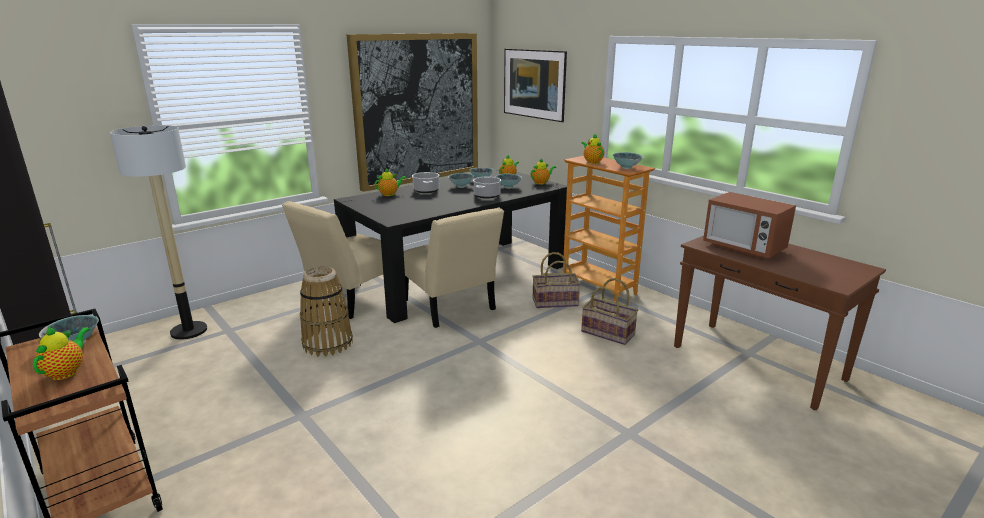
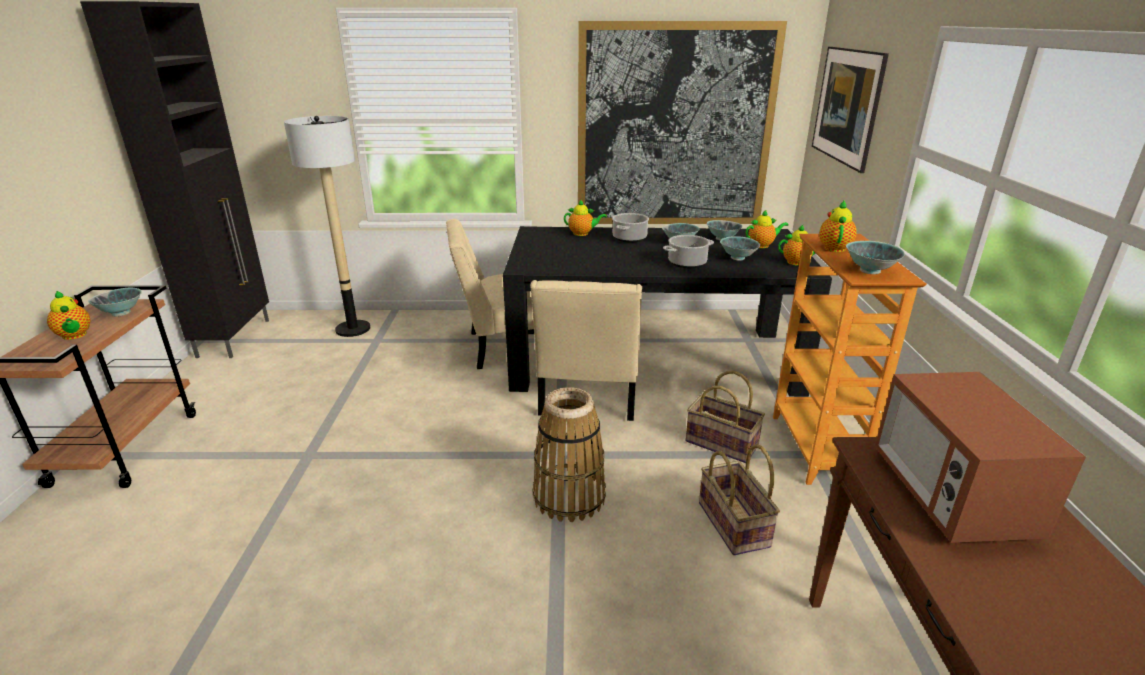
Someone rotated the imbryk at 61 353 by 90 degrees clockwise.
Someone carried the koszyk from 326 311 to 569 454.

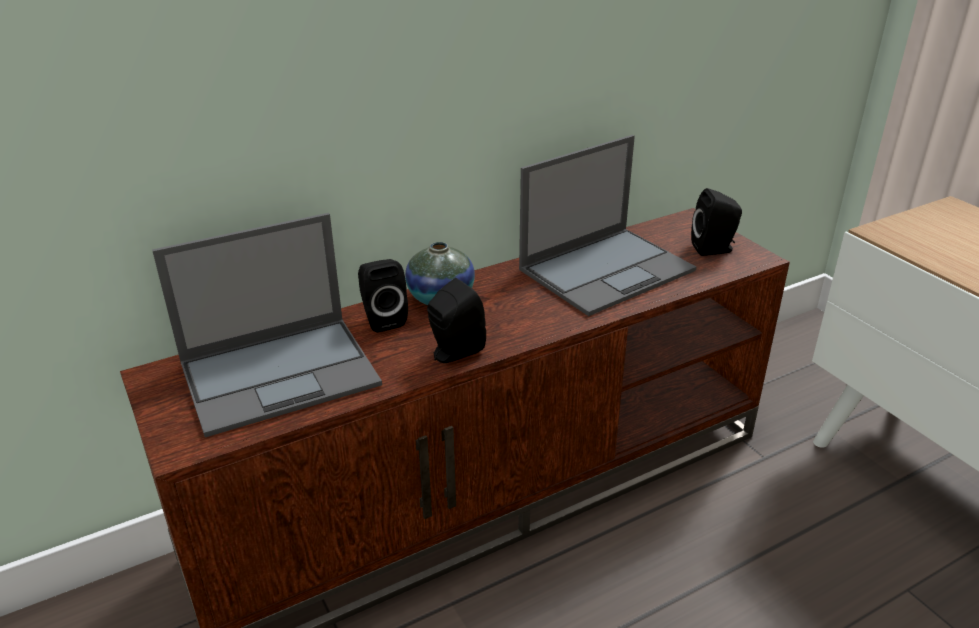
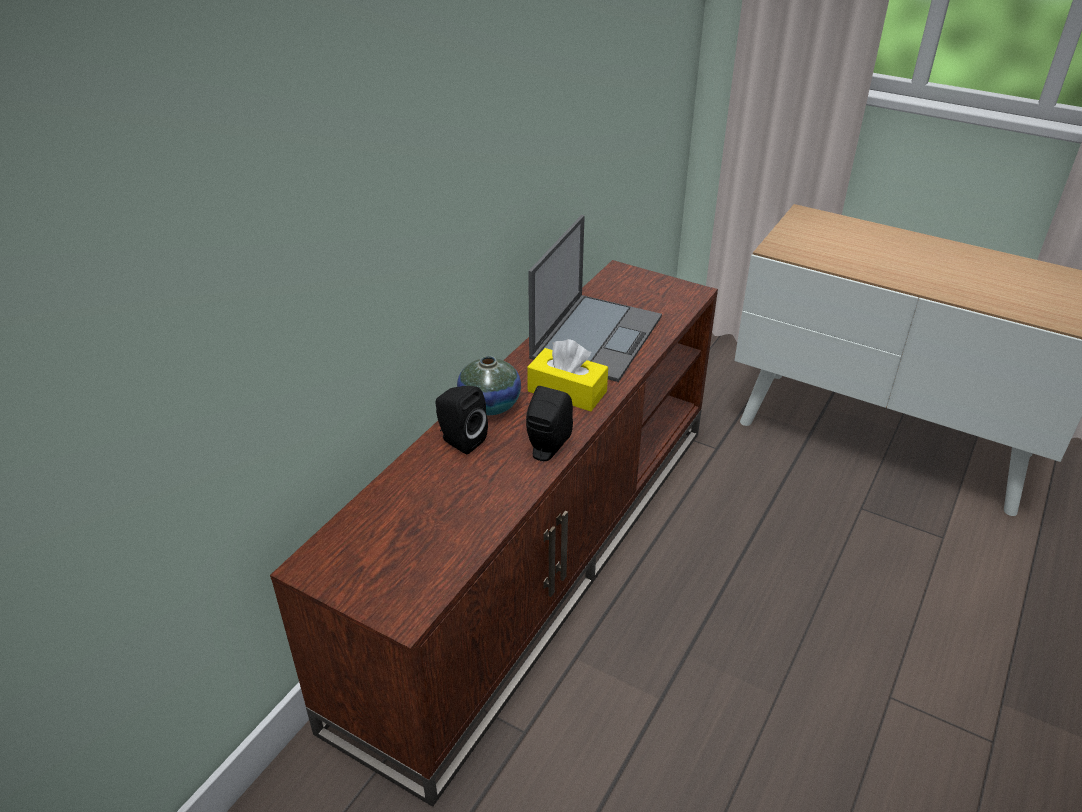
Someone put down the pudełko chusteczek (żółty) at 567 375.
Someone took away the laptop at 267 325.
Someone took away the głośnik (czarny) at 716 222.

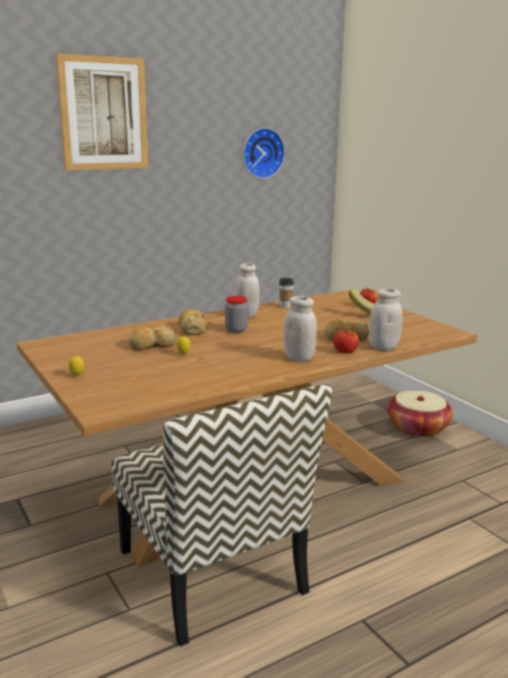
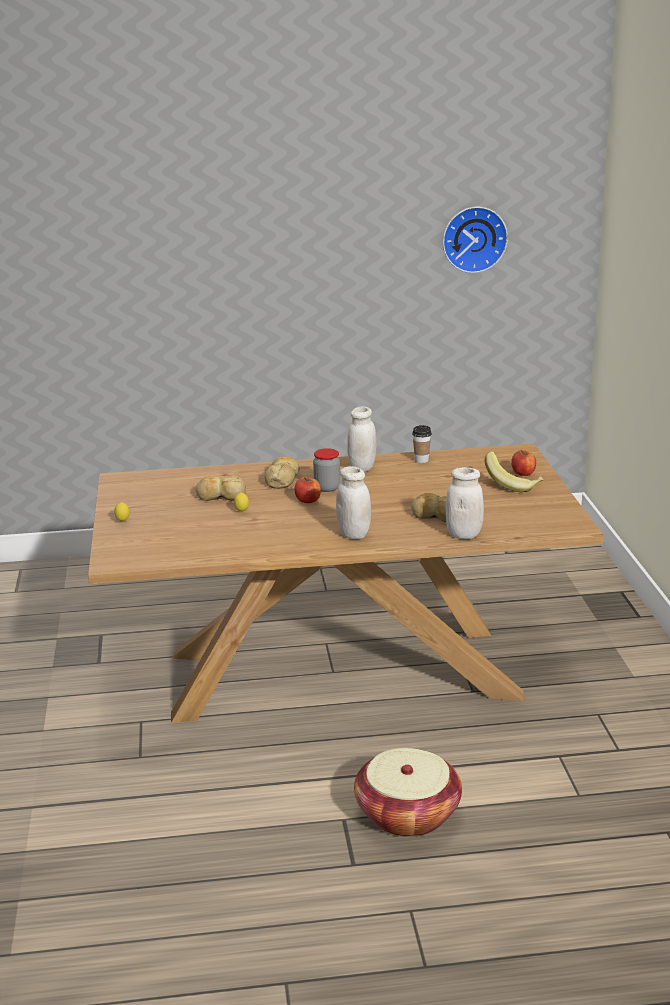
Someone carried the jabłko from 346 341 to 307 490.
Someone carried the koszyk from 420 413 to 408 792.
Someone took away the obraz at 102 112.
Someone took away the krzesło at 222 515.

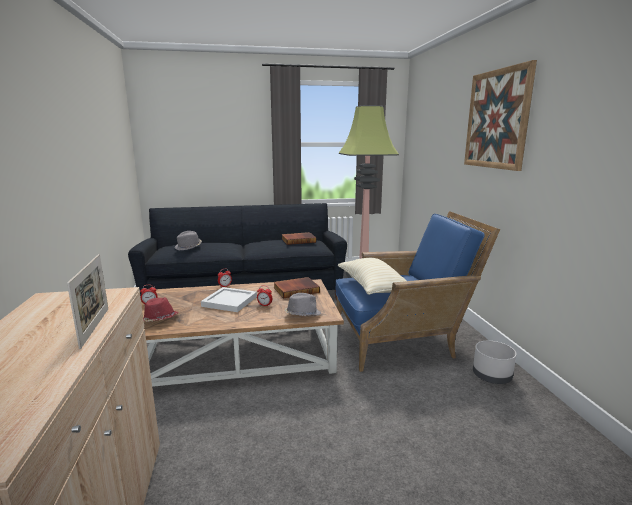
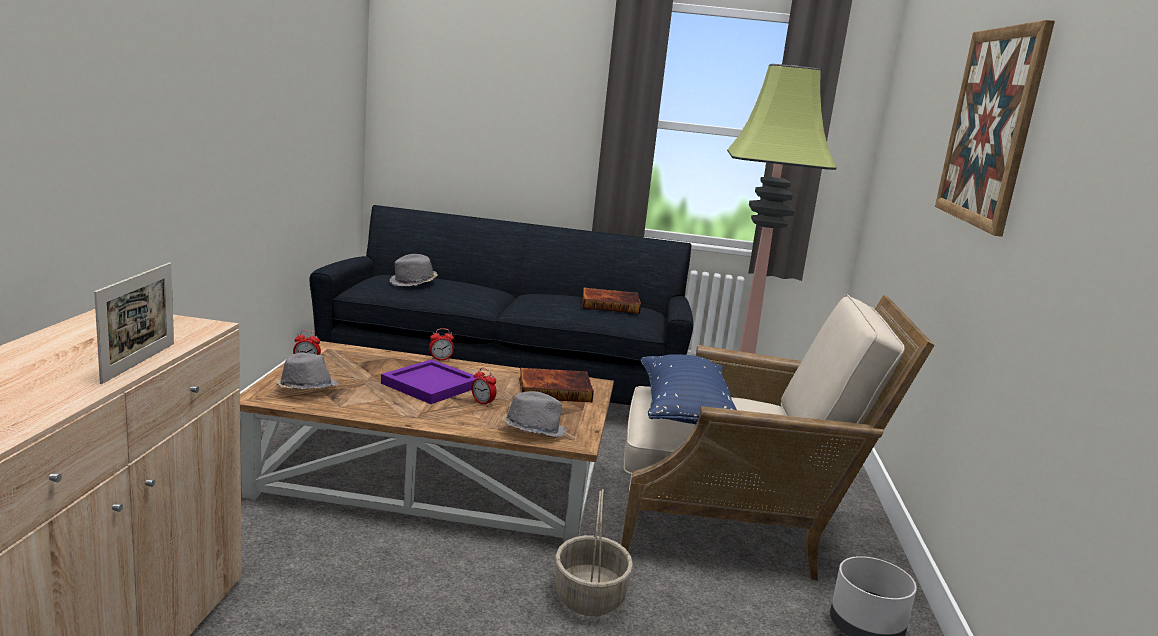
Someone repainted the kapelusz (czerwony) at 161 309, which became the kapelusz (szary) at 307 371.
Someone repainted the taca (biały) at 229 299, which became the taca (fioletowy) at 429 381.
Someone put down the koszyk at 594 552.
Someone repainted the fotel (niebieski) at 418 291, which became the fotel (beżowy) at 778 438.
Someone repainted the poduszka (beżowy) at 372 276, which became the poduszka (niebieski) at 689 389.

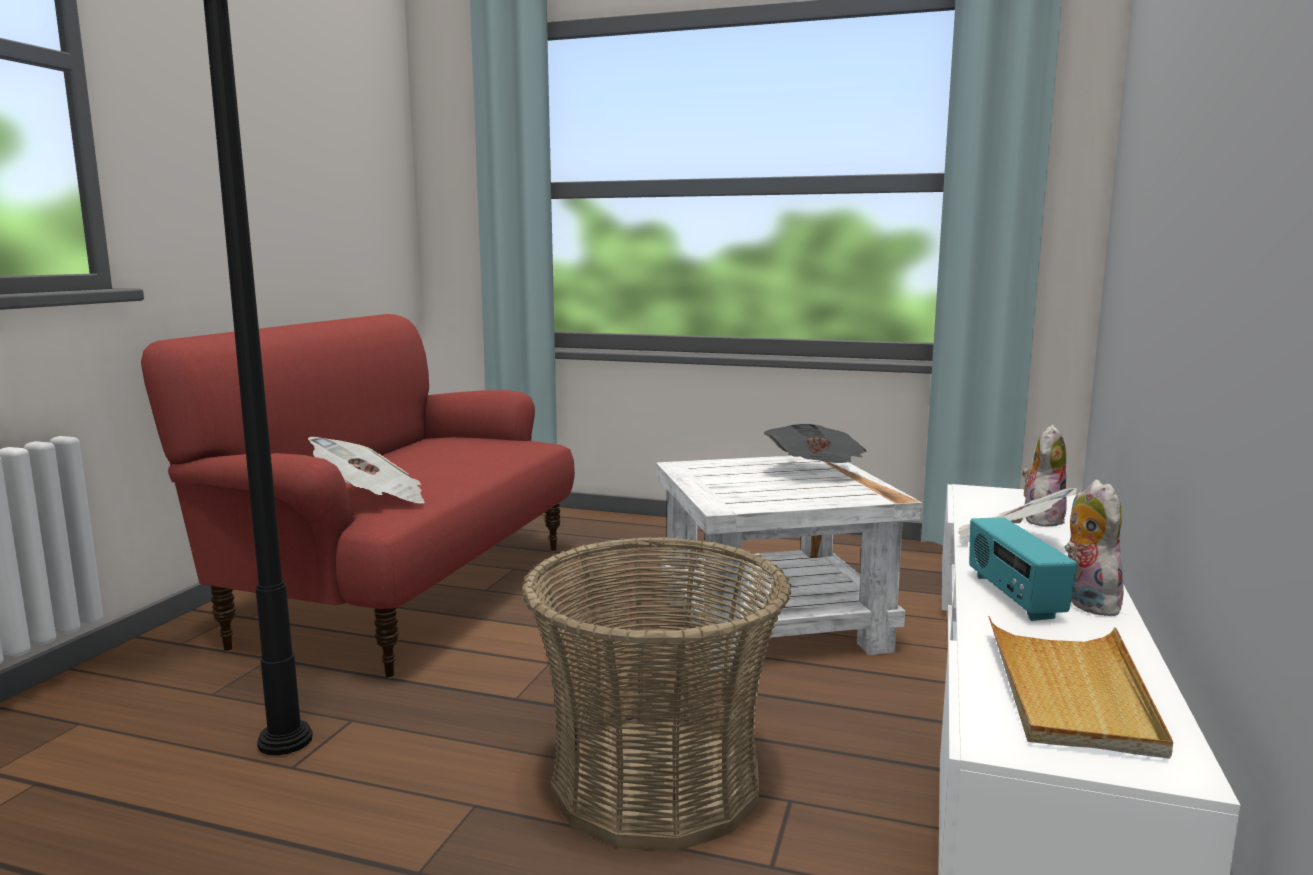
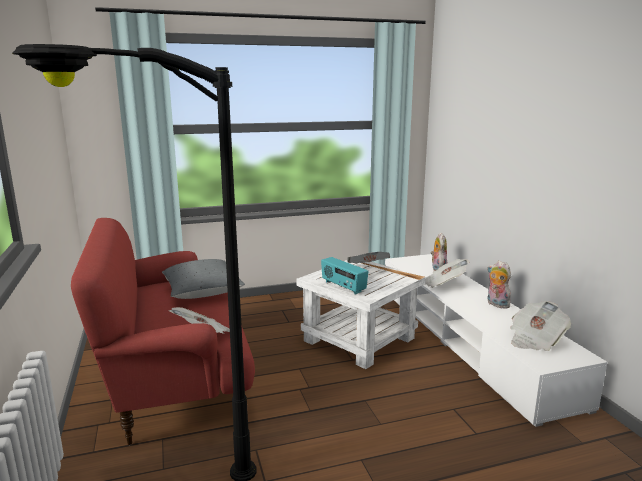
Someone put down the poduszka (szary) at 203 279.
Someone carried the radio from 1023 569 to 344 276.
Someone swapped the taca (beżowy) at 1080 687 for the gazeta at 540 326.
Someone took away the koszyk at 656 694.

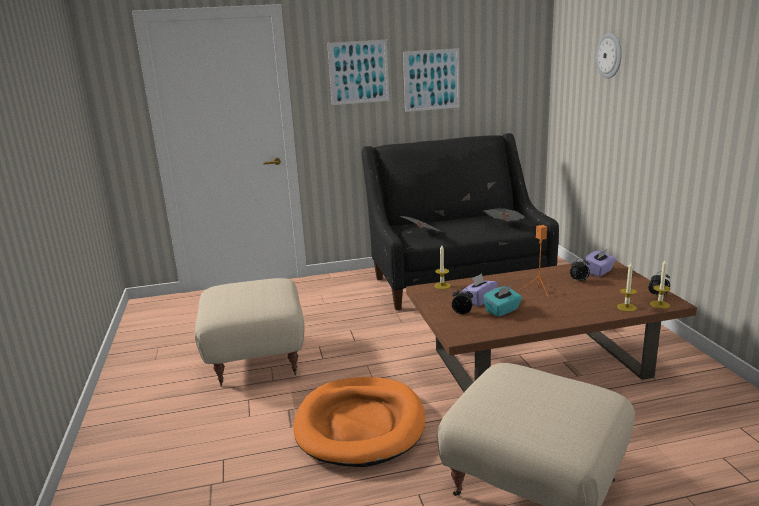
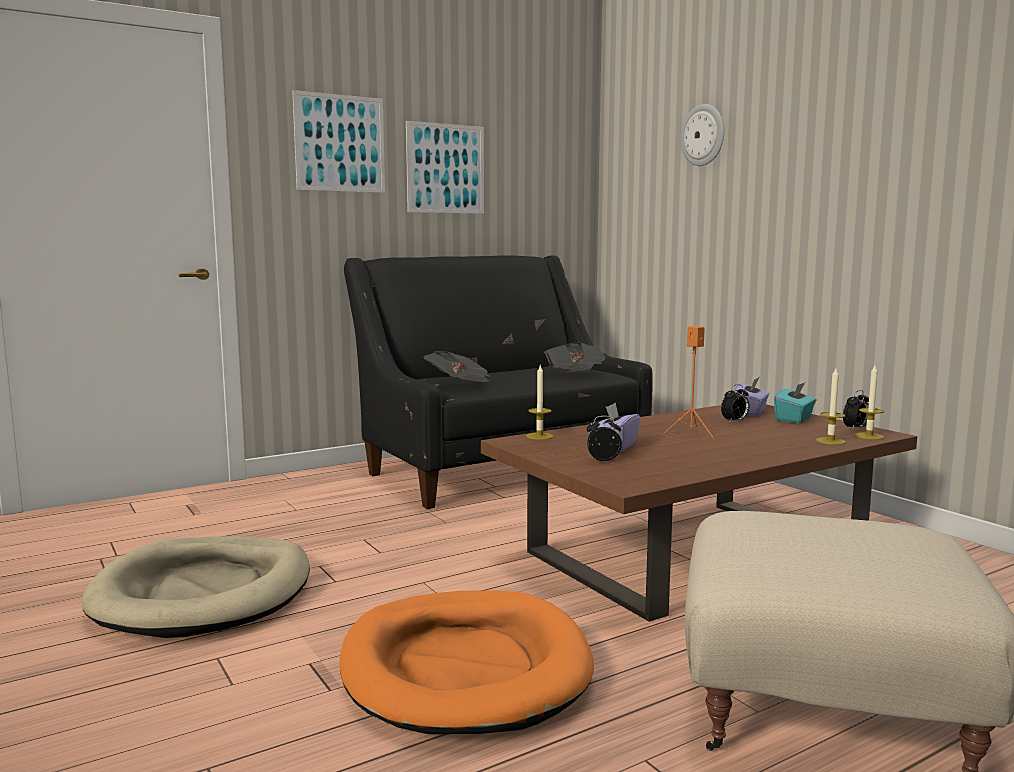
Someone swapped the pufa (beżowy) at 249 332 for the legowisko (beżowy) at 196 587.
Someone carried the pudełko chusteczek (turkusowy) from 502 301 to 795 402.

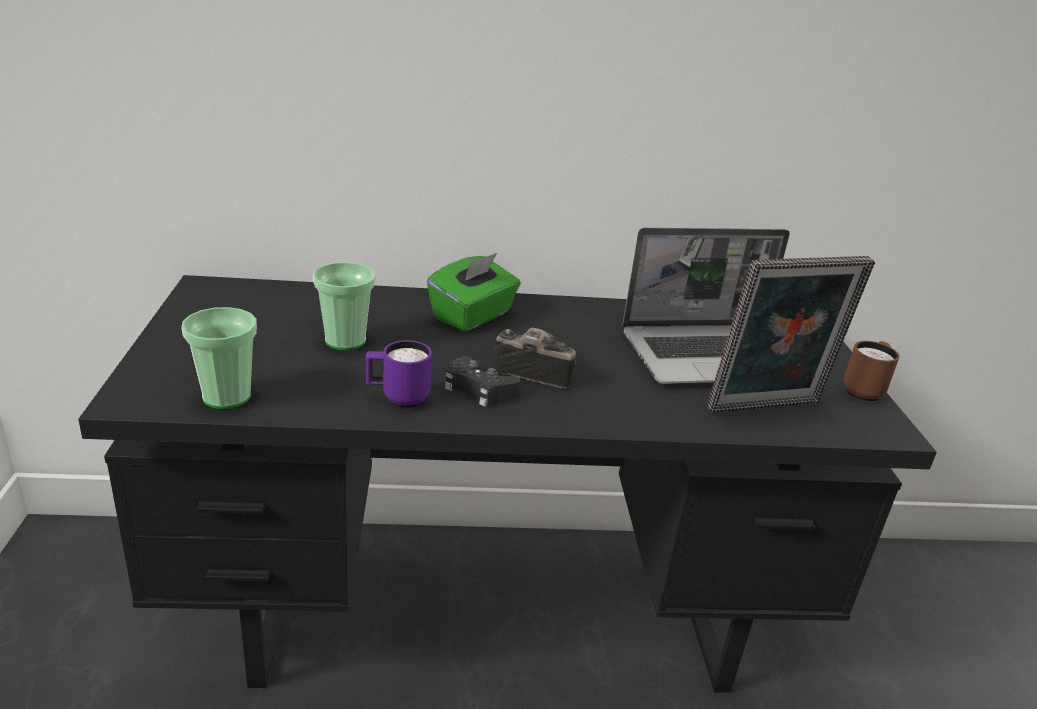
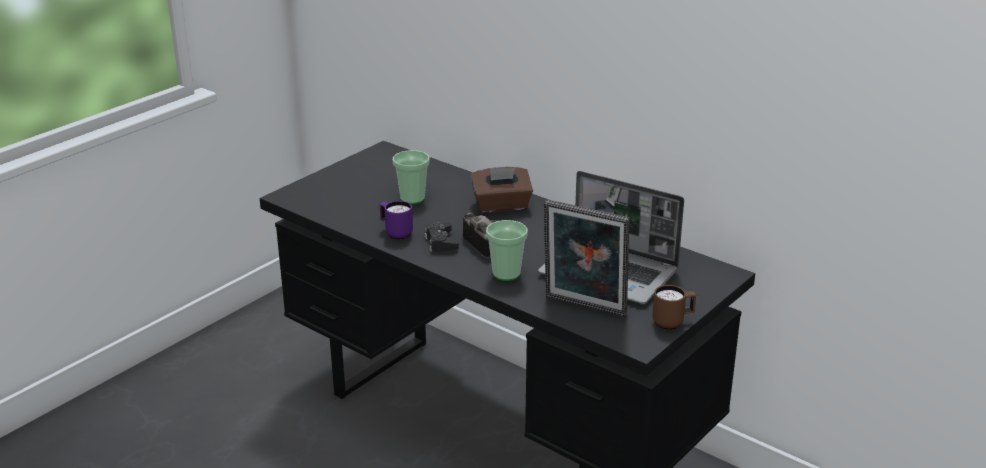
Someone repainted the pudełko chusteczek (zielony) at 474 292, which became the pudełko chusteczek (brązowy) at 501 190.
Someone carried the filiżanka from 219 358 to 507 250.

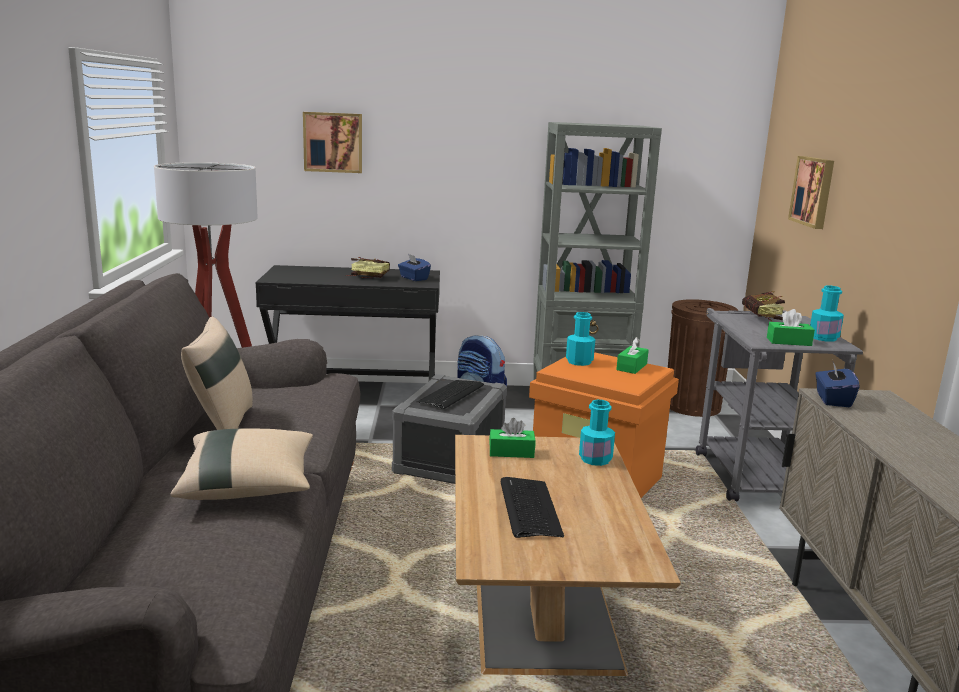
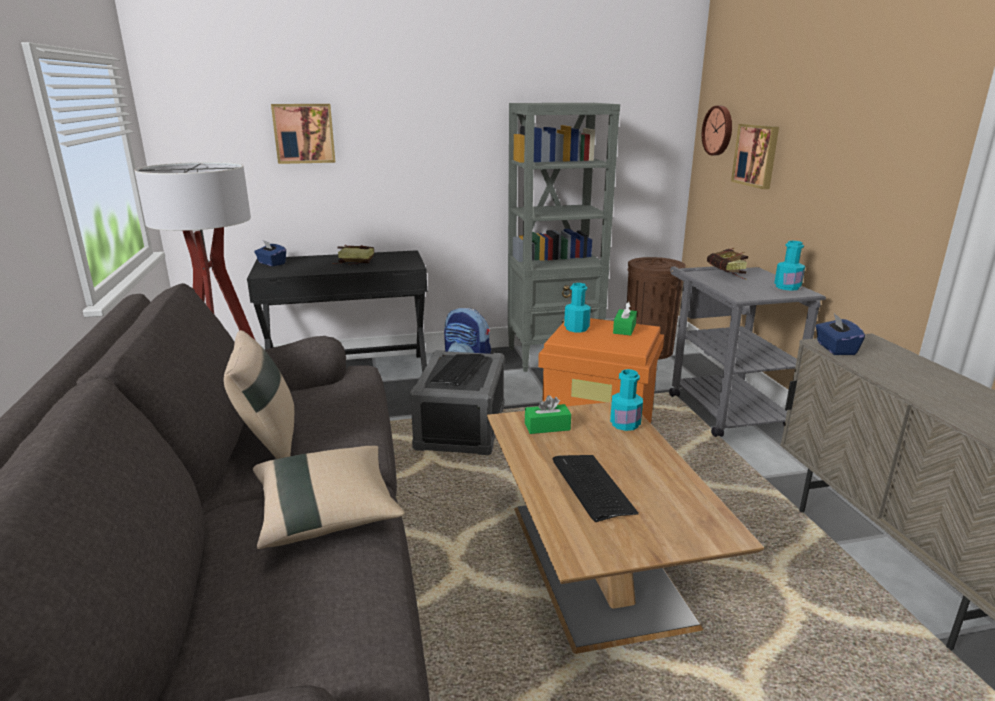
Someone carried the pudełko chusteczek (niebieski) from 414 267 to 270 253.
Someone put up the zegar ścienny at 717 130.
Someone took away the pudełko chusteczek (zielony) at 791 327.

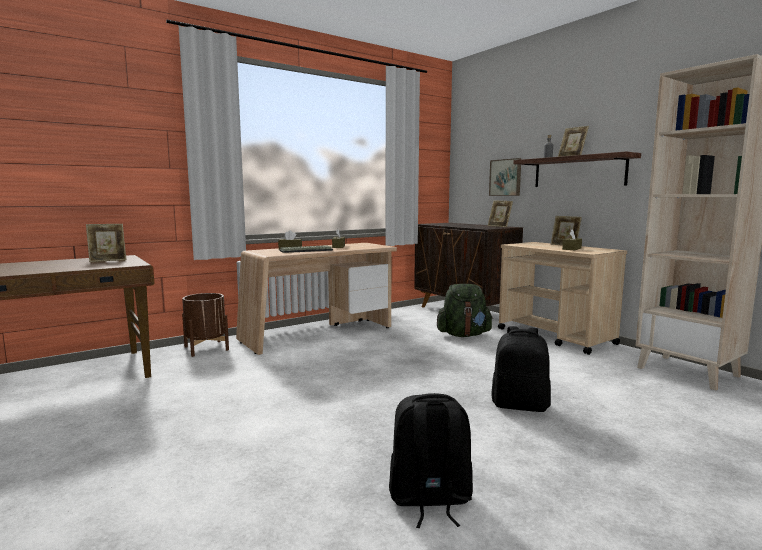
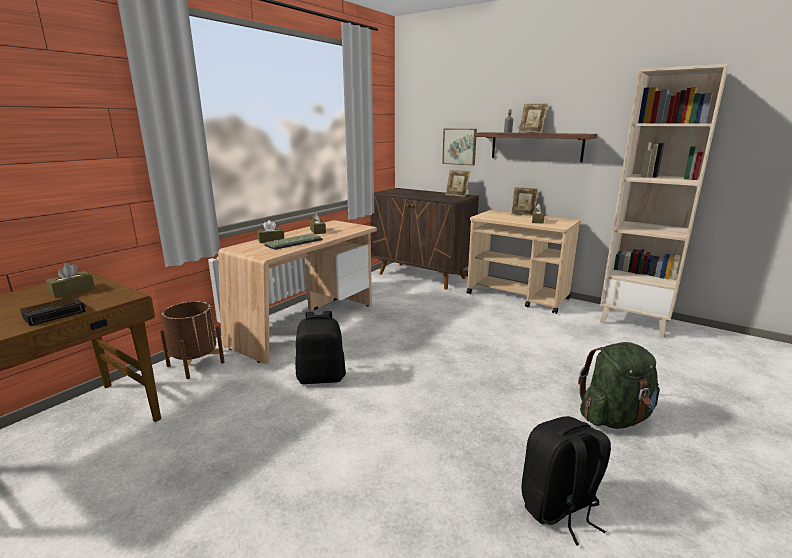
Someone put down the budzik at 53 311.
Someone swapped the ramka na zdjęcie at 106 243 for the pudełko chusteczek (brązowy) at 70 280.
Someone carried the plecak (czarny) from 521 369 to 320 347.
Someone carried the plecak (zielony) from 464 310 to 619 385.

